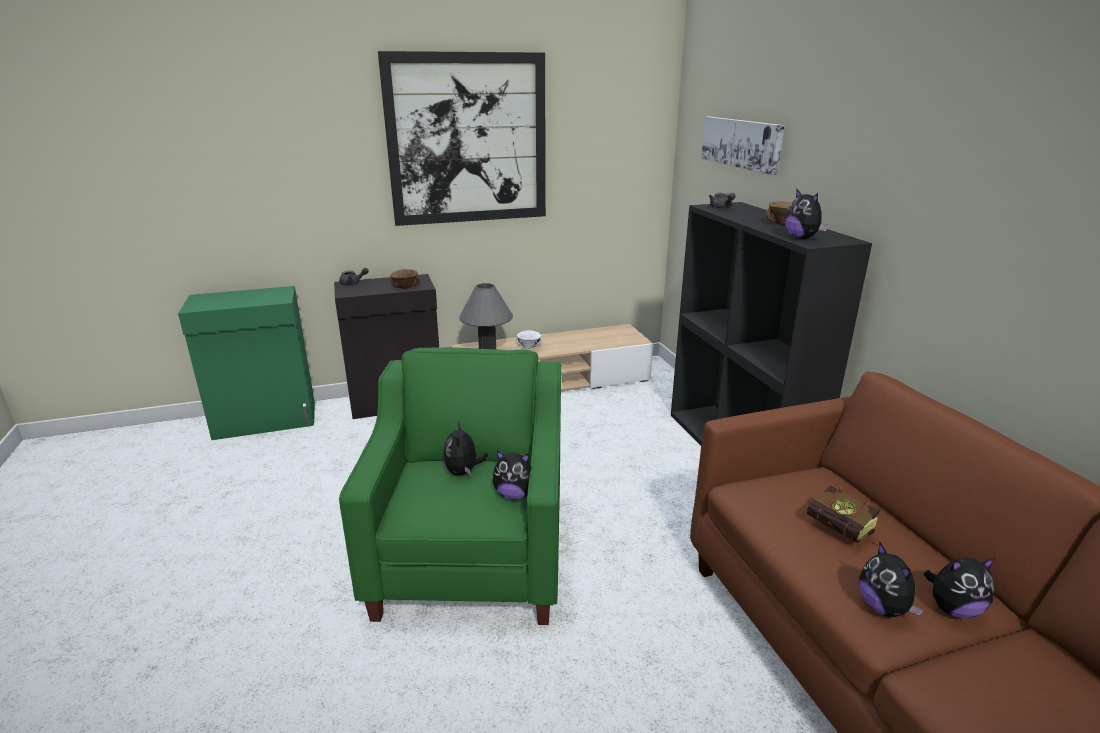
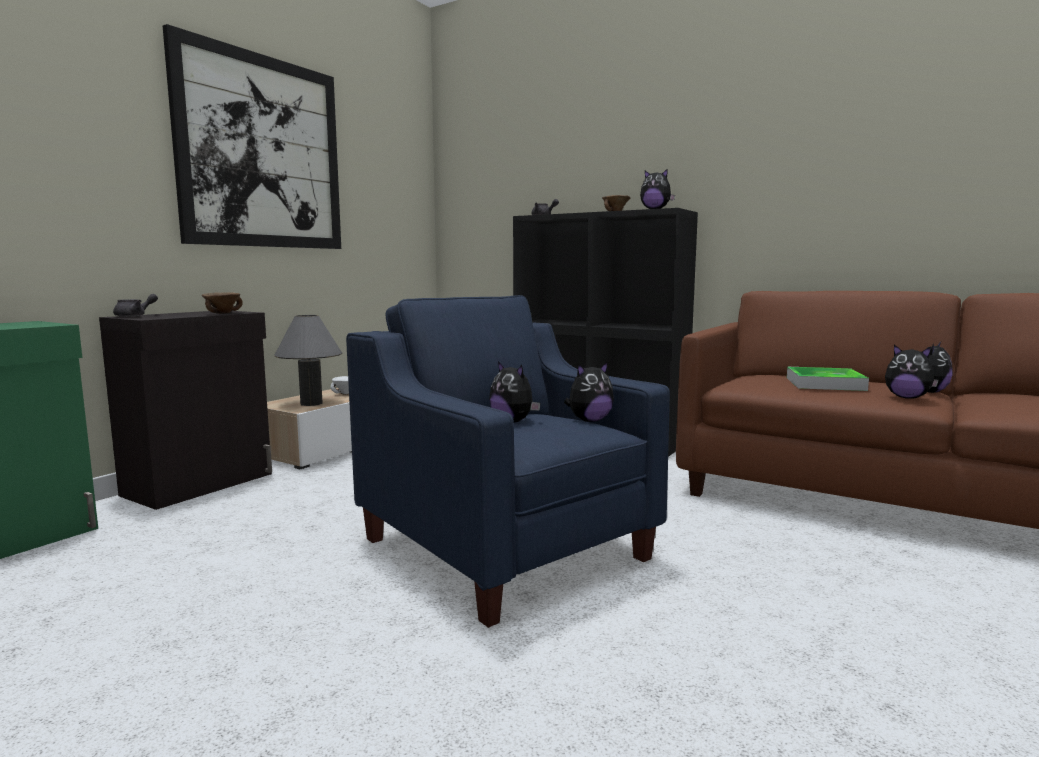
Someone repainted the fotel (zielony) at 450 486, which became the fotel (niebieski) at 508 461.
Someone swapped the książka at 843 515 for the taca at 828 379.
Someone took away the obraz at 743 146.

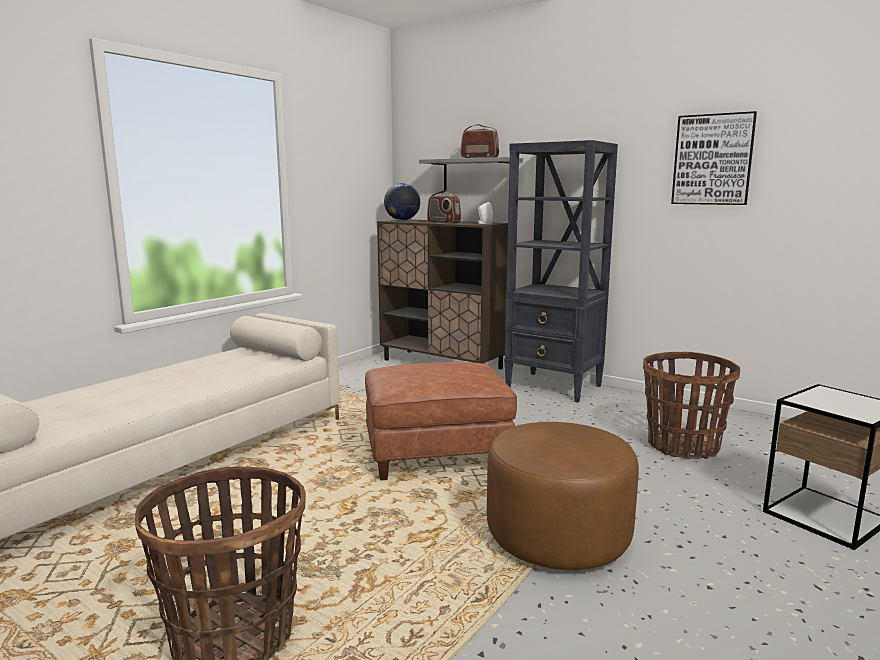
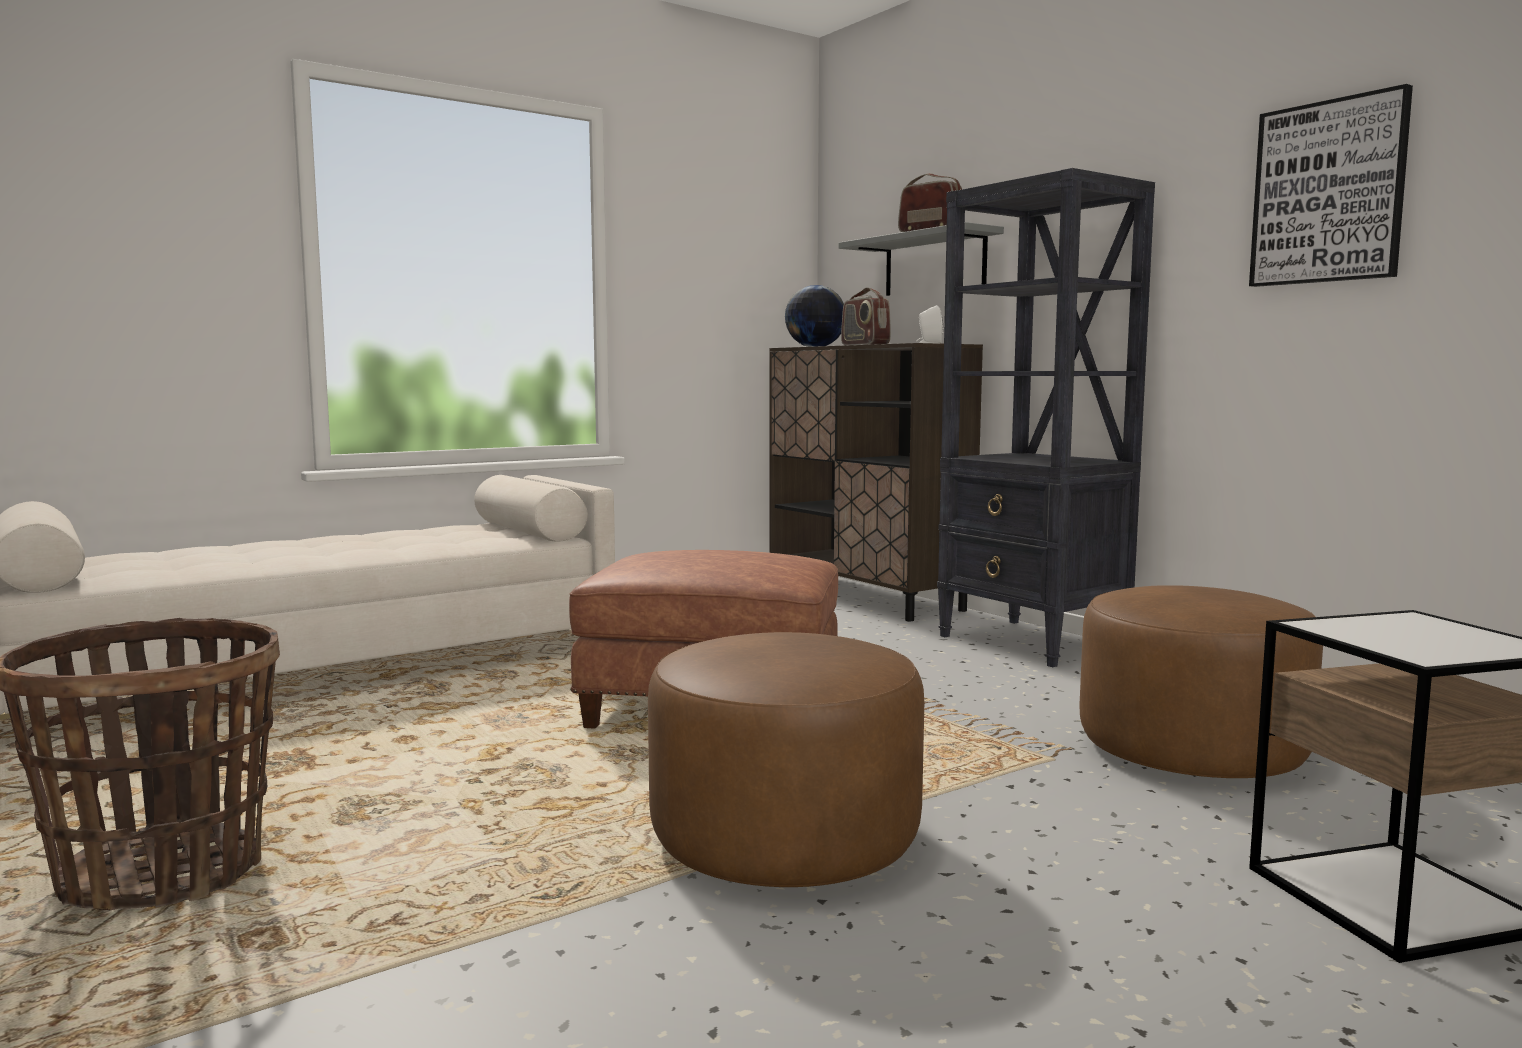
Someone swapped the koszyk at 692 405 for the pufa (brązowy) at 1201 681.

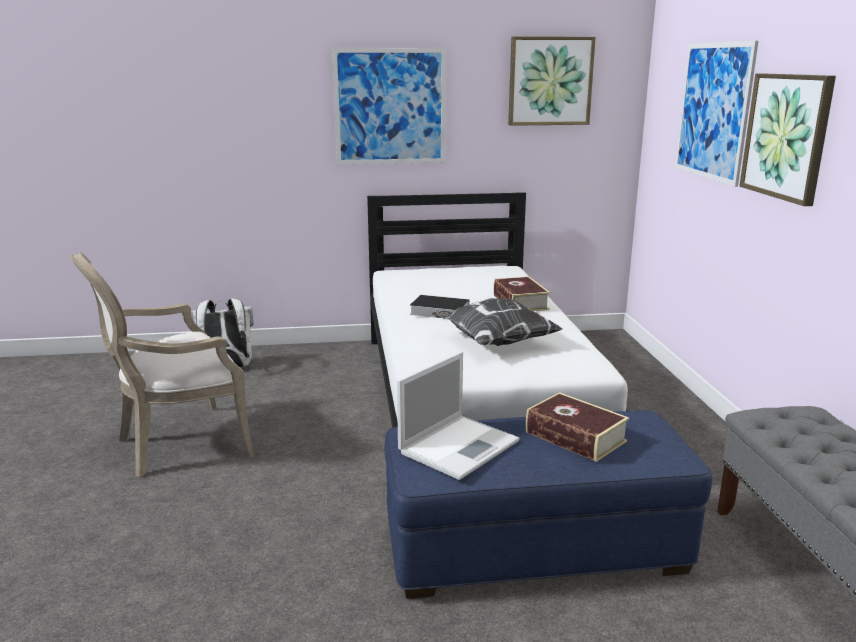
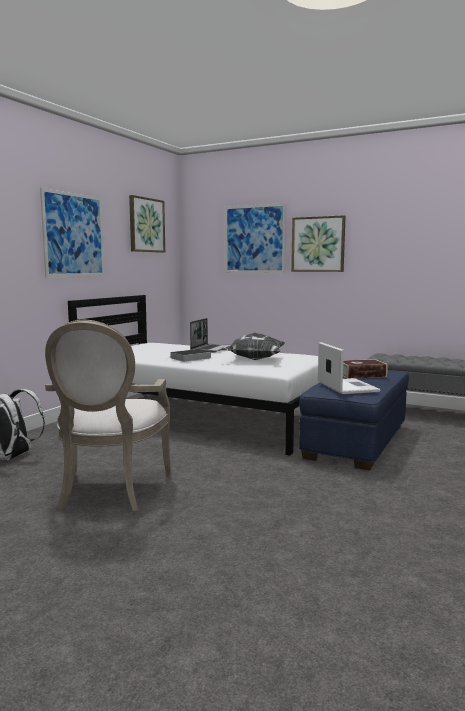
Someone swapped the książka at 521 294 for the laptop at 210 335.

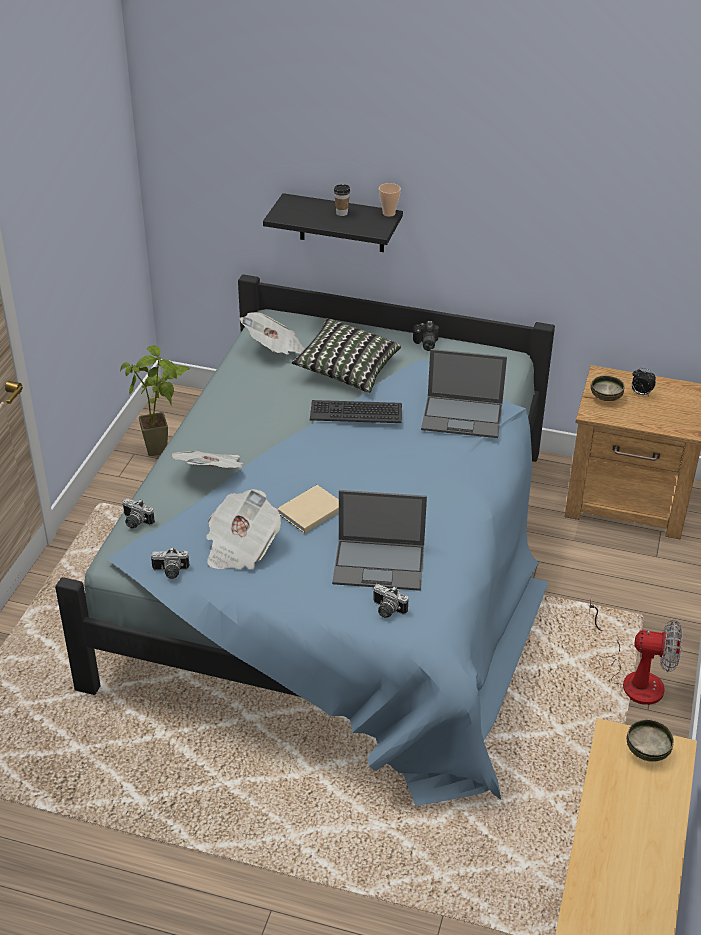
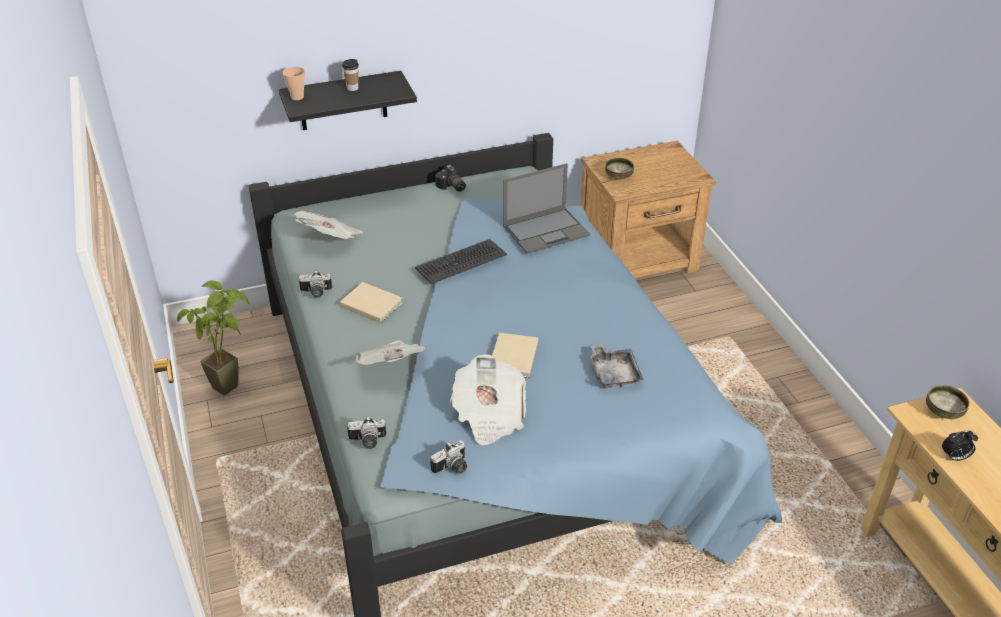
Someone carried the filiżanka from 390 200 to 294 83.
Someone carried the aparat fotograficzny from 391 601 to 315 284.
Someone put down the książka (beżowy) at 371 302.
Someone swapped the laptop at 379 540 for the taca (szary) at 616 366.
Someone carried the budzik from 644 382 to 960 445.
Someone took away the poduszka at 346 355.
Someone took away the wentylator at 635 650.

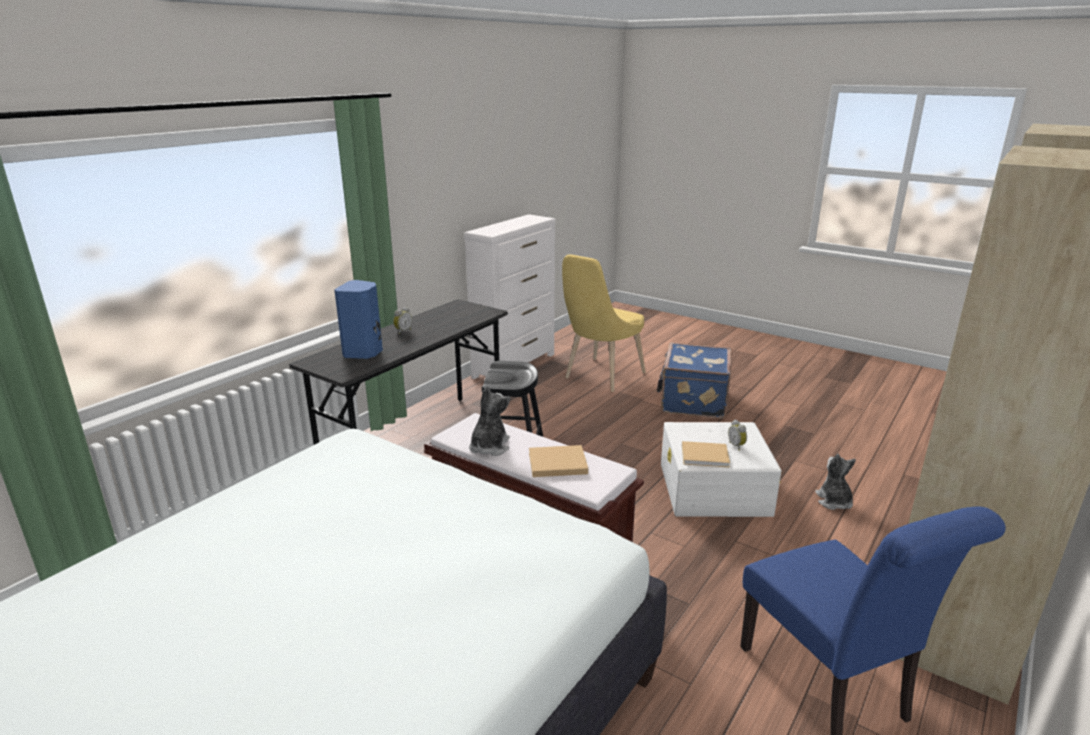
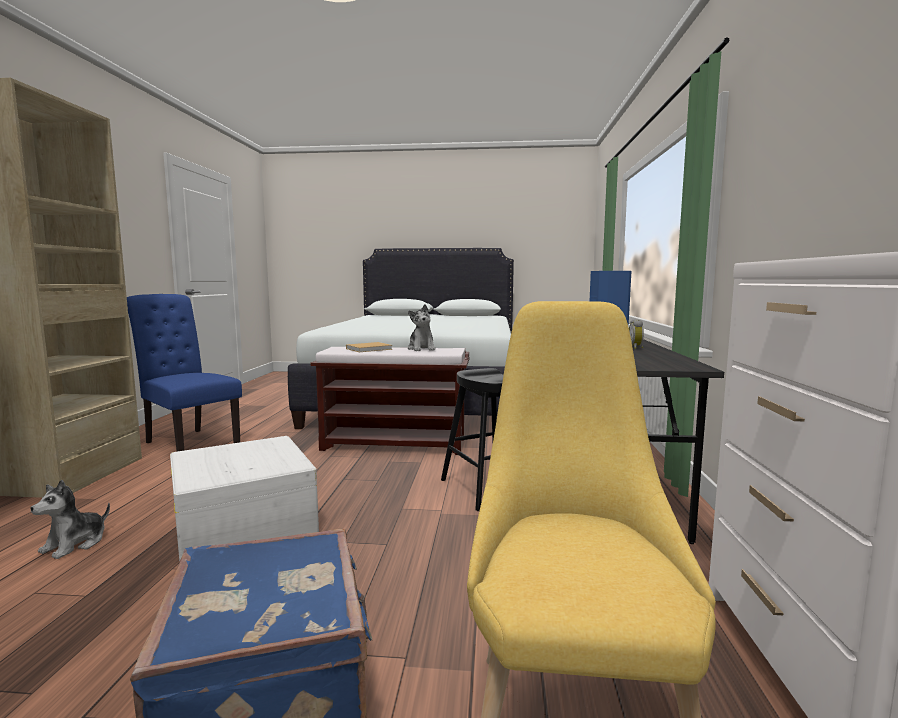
Someone rotated the pluszak at 835 482 by 60 degrees clockwise.
Someone took away the książka (beżowy) at 706 454.
Someone took away the budzik at 737 435.

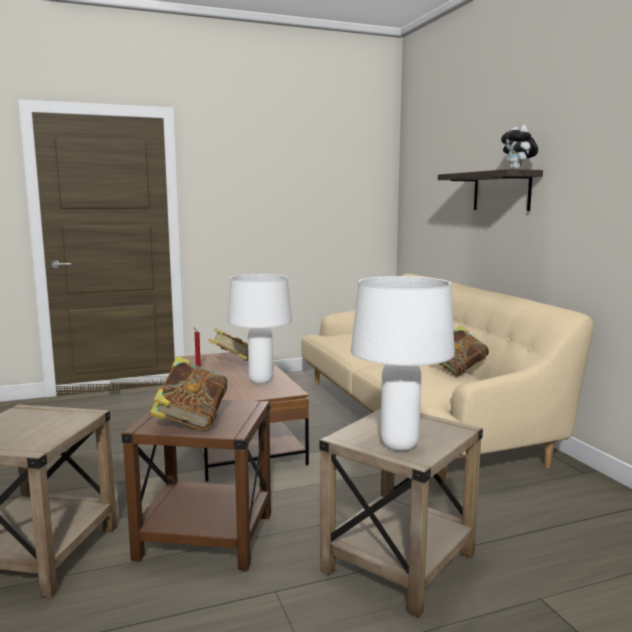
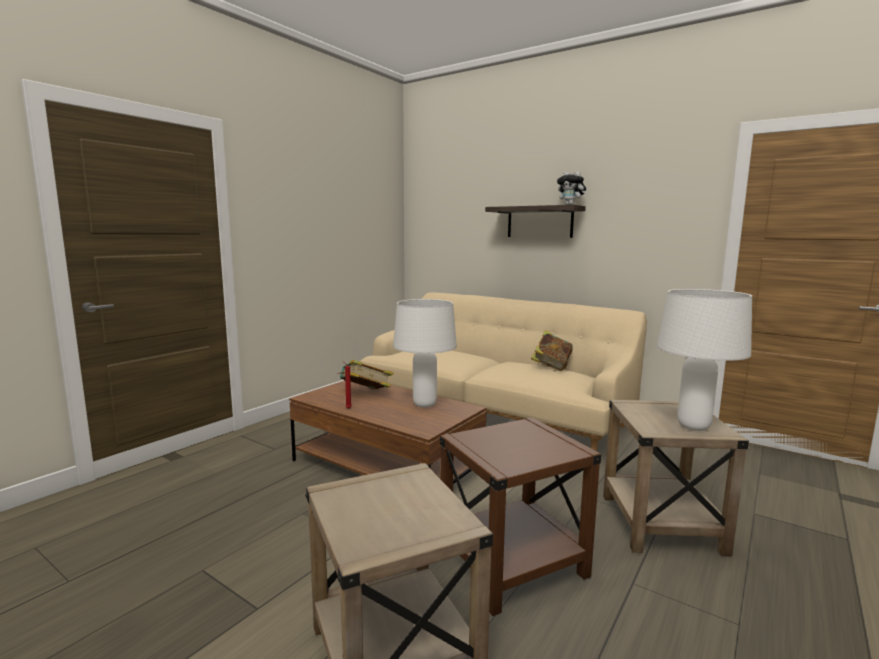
Someone took away the książka at 188 393.

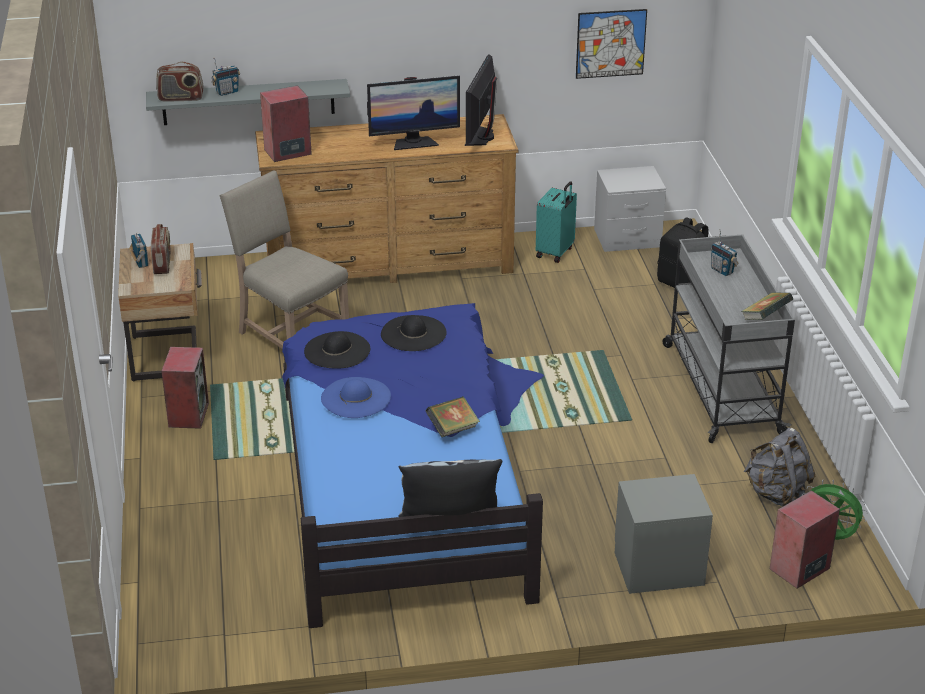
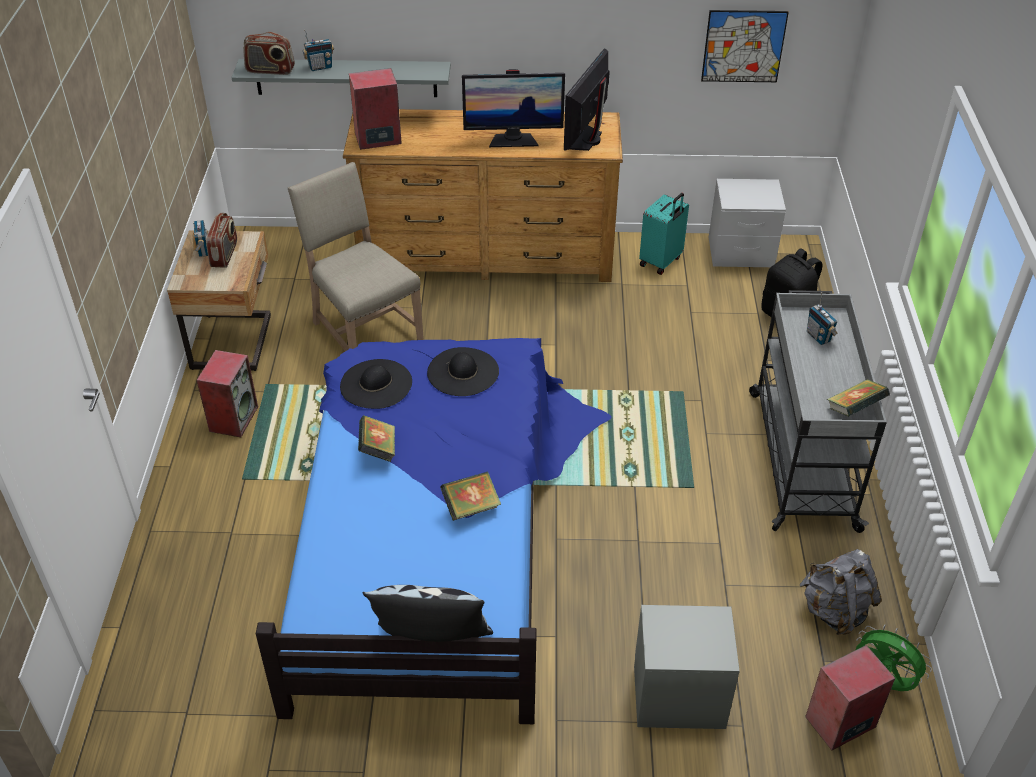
Someone swapped the kapelusz (niebieski) at 356 397 for the książka at 376 438.

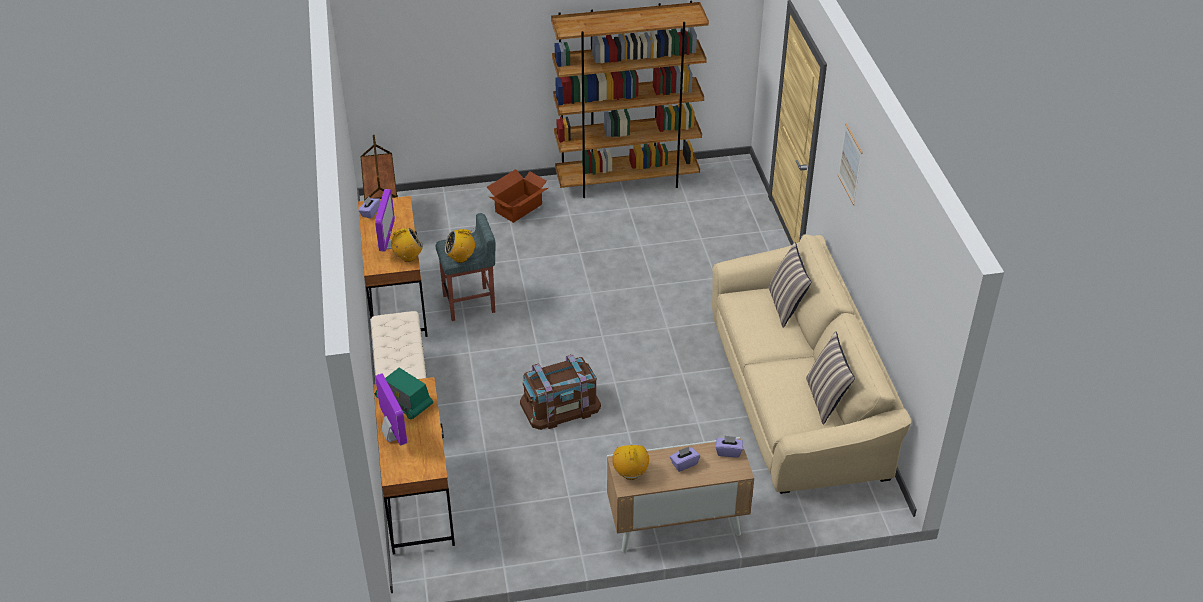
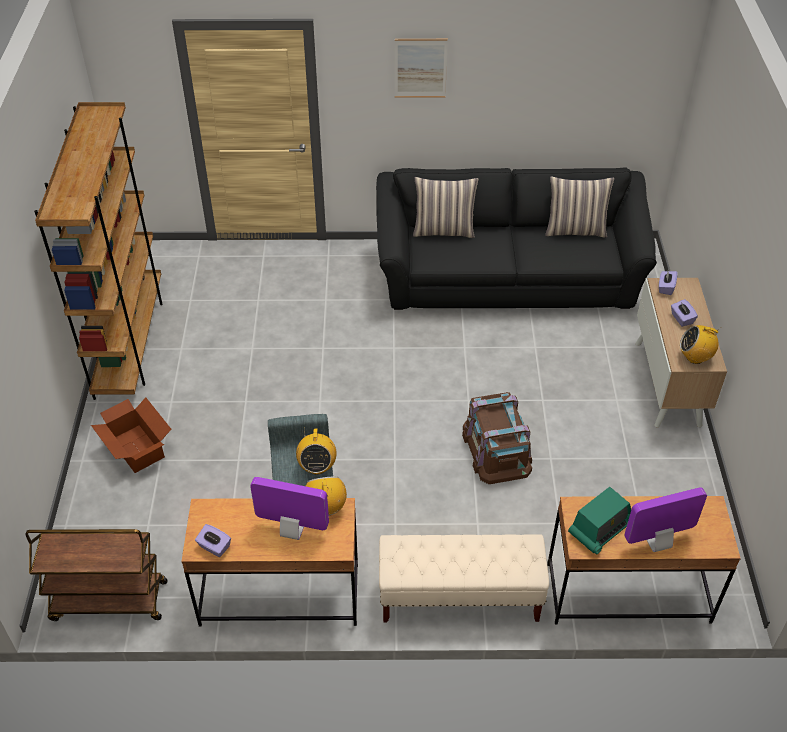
Someone repainted the kanapa (beżowy) at 811 364, which became the kanapa (czarny) at 516 238.

